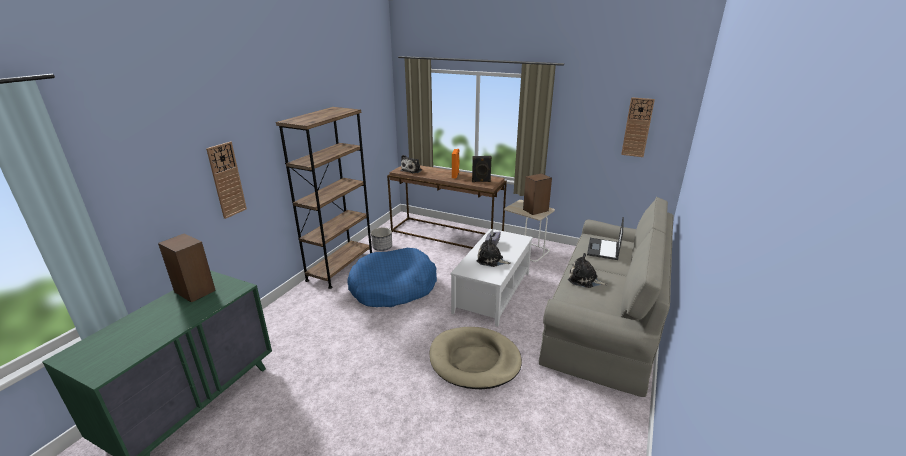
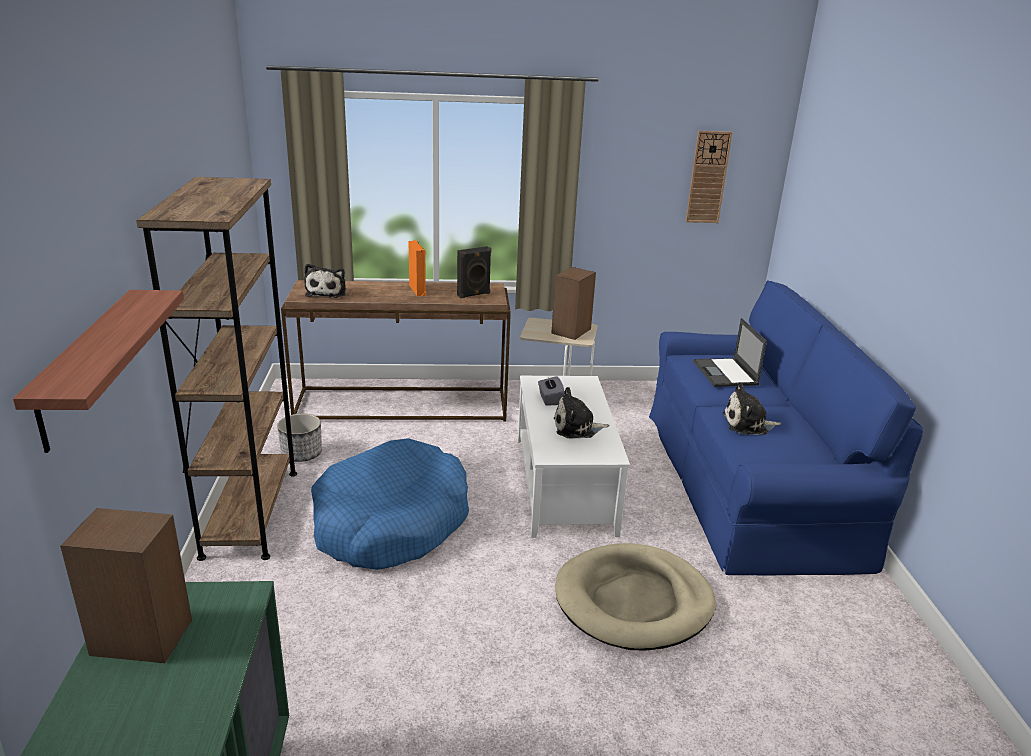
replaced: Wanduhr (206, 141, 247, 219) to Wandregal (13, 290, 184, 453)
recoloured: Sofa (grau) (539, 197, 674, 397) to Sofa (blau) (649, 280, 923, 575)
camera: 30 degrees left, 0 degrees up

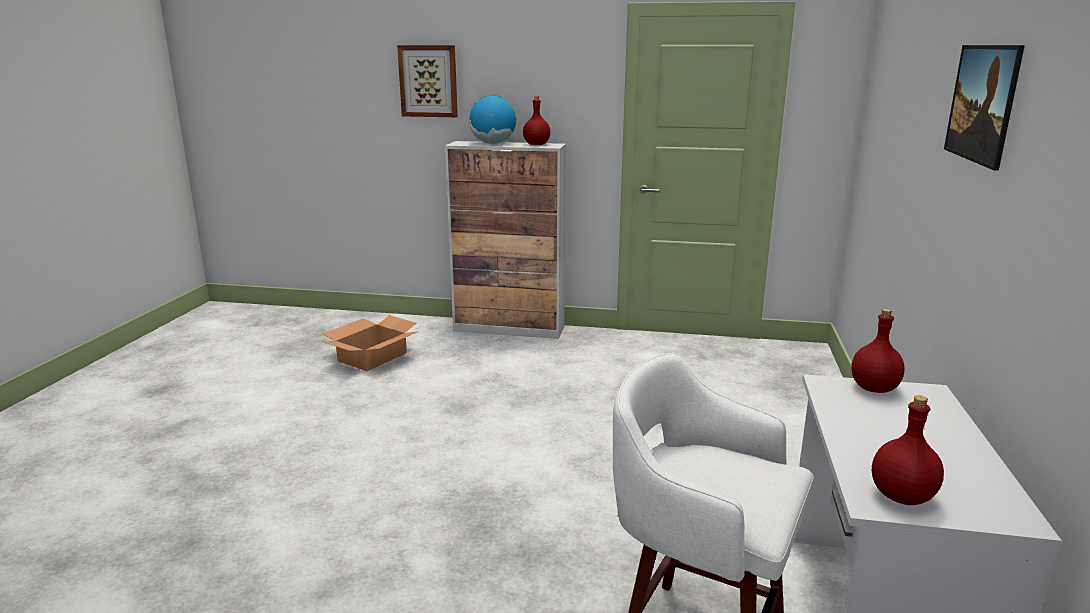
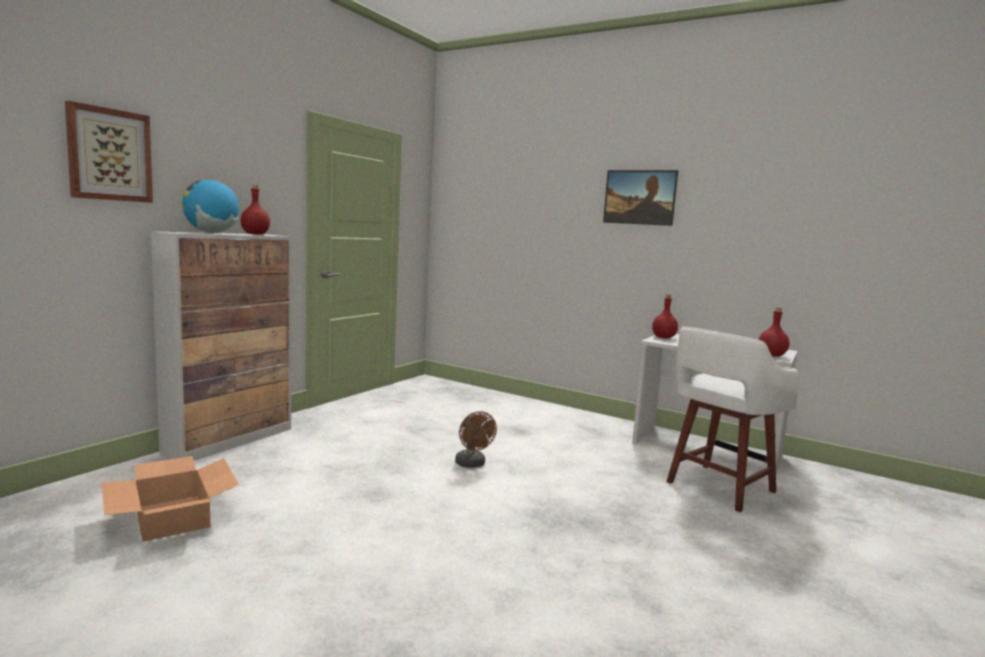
added: Ventilator (braun) (455, 411, 497, 468)
camera: 70 degrees left, 10 degrees down

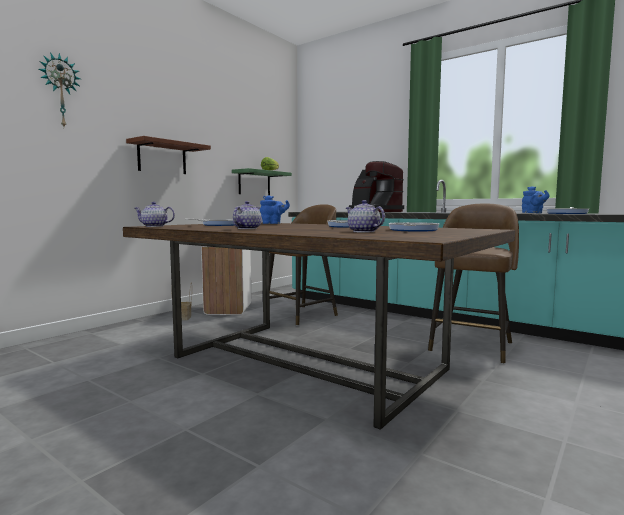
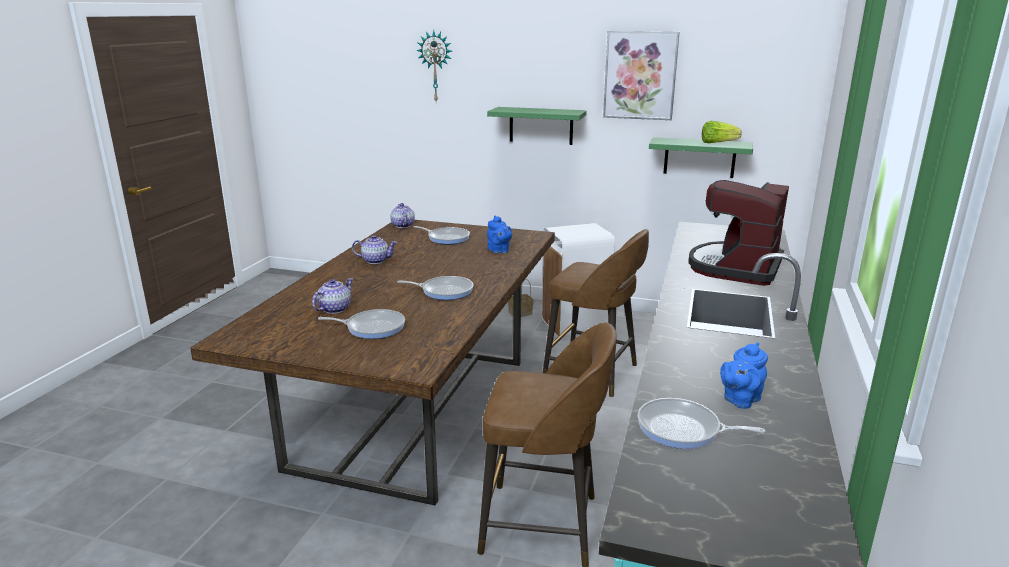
added: Bild (603, 31, 680, 120)
recoloured: Wandregal (braun) (126, 136, 211, 174) to Wandregal (grün) (487, 107, 586, 145)
camera: 70 degrees right, 15 degrees up

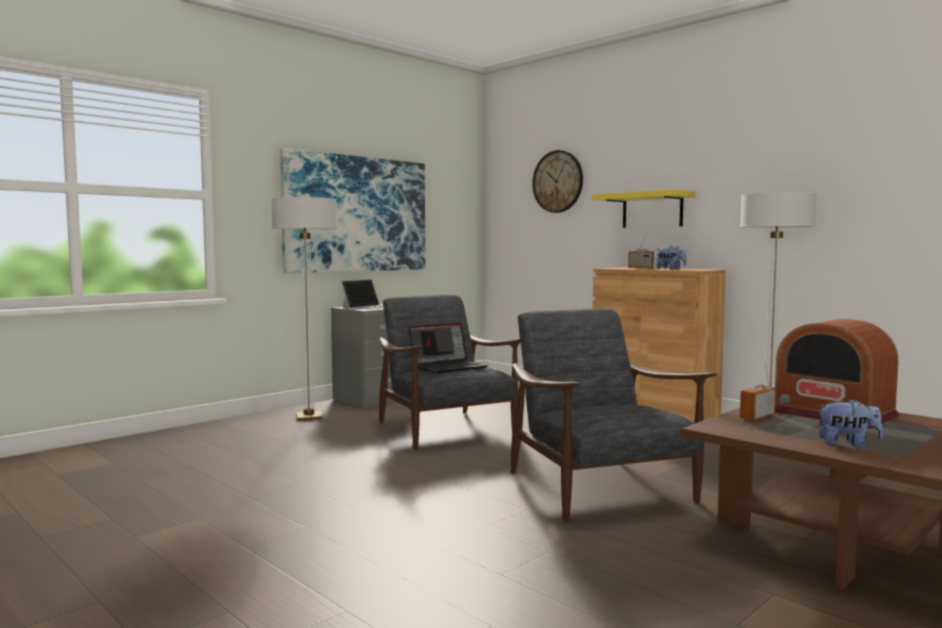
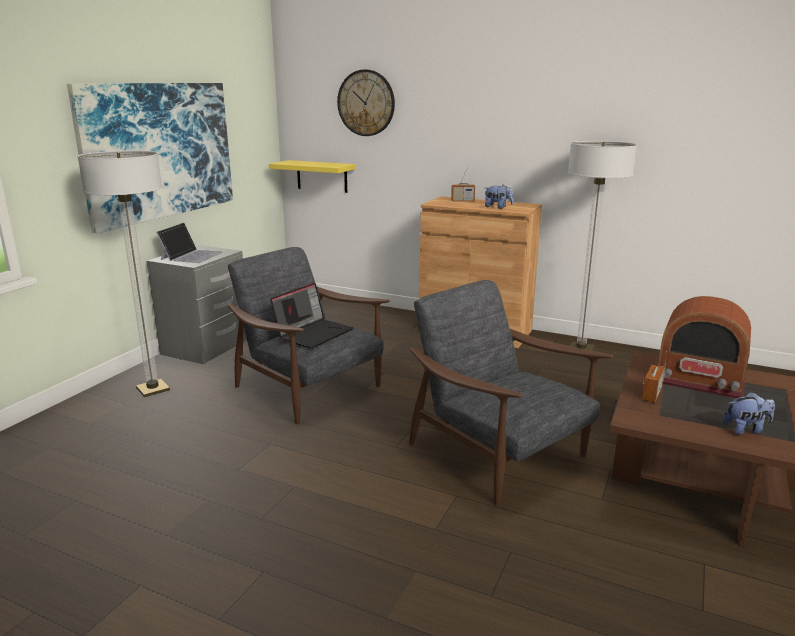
moved: Wandregal (gelb) (592, 189, 695, 228) to (269, 160, 356, 193)
camera: 20 degrees left, 15 degrees up

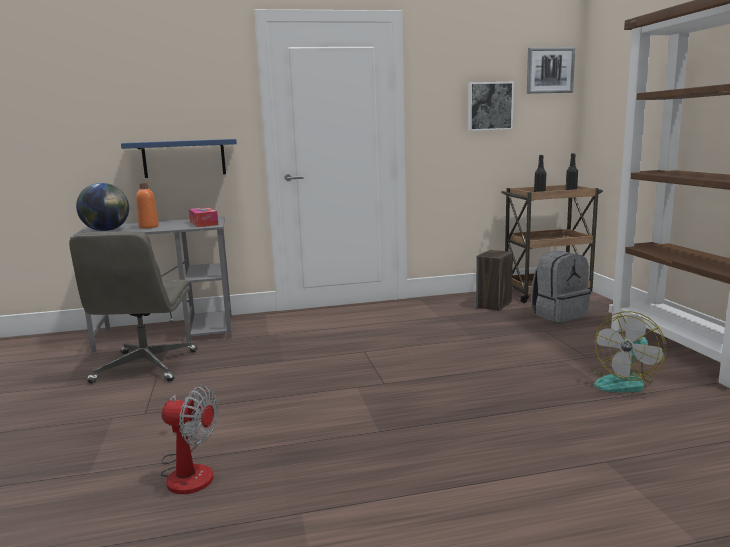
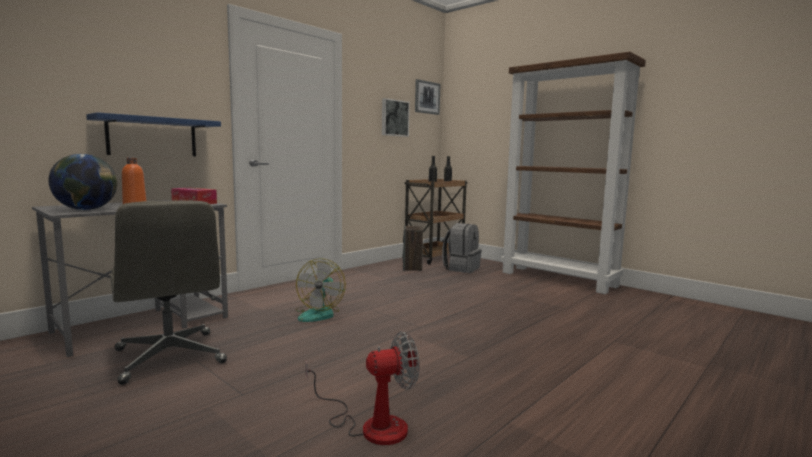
moved: Ventilator (591, 311, 667, 393) to (295, 258, 346, 322)
camera: 35 degrees left, 5 degrees down

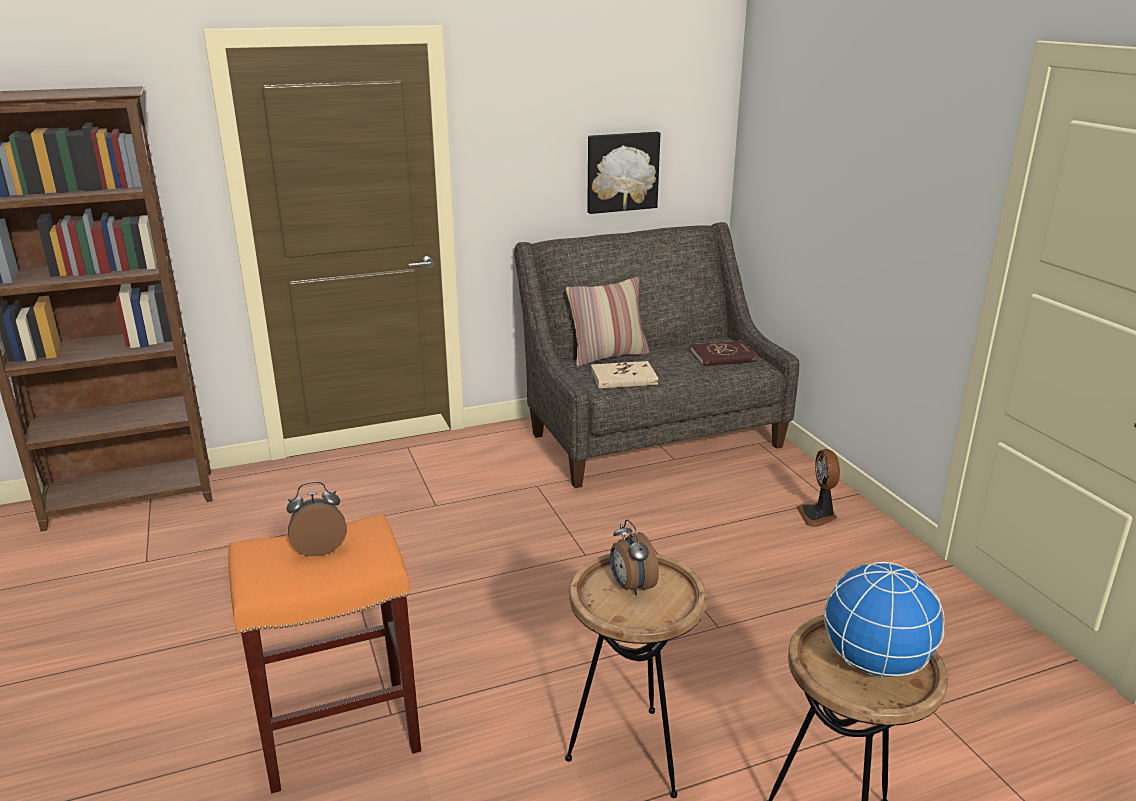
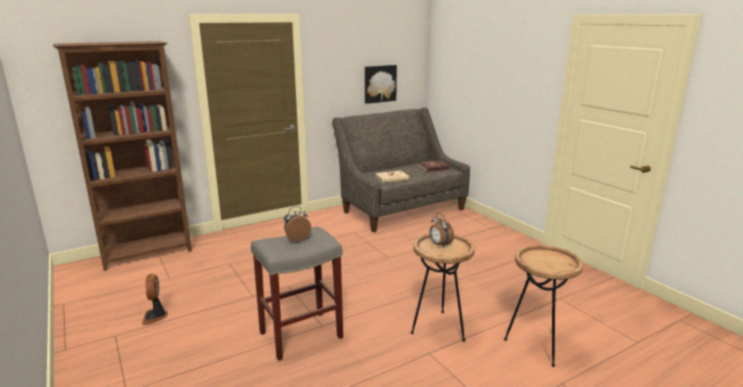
removed: Kissen (566, 277, 649, 366); Globus (824, 562, 945, 678)
moved: Ventilator (796, 449, 840, 527) to (142, 274, 168, 325)
recoloured: Hocker (orange) (228, 514, 421, 793) to Hocker (grau) (251, 226, 343, 361)
camera: 10 degrees left, 5 degrees down

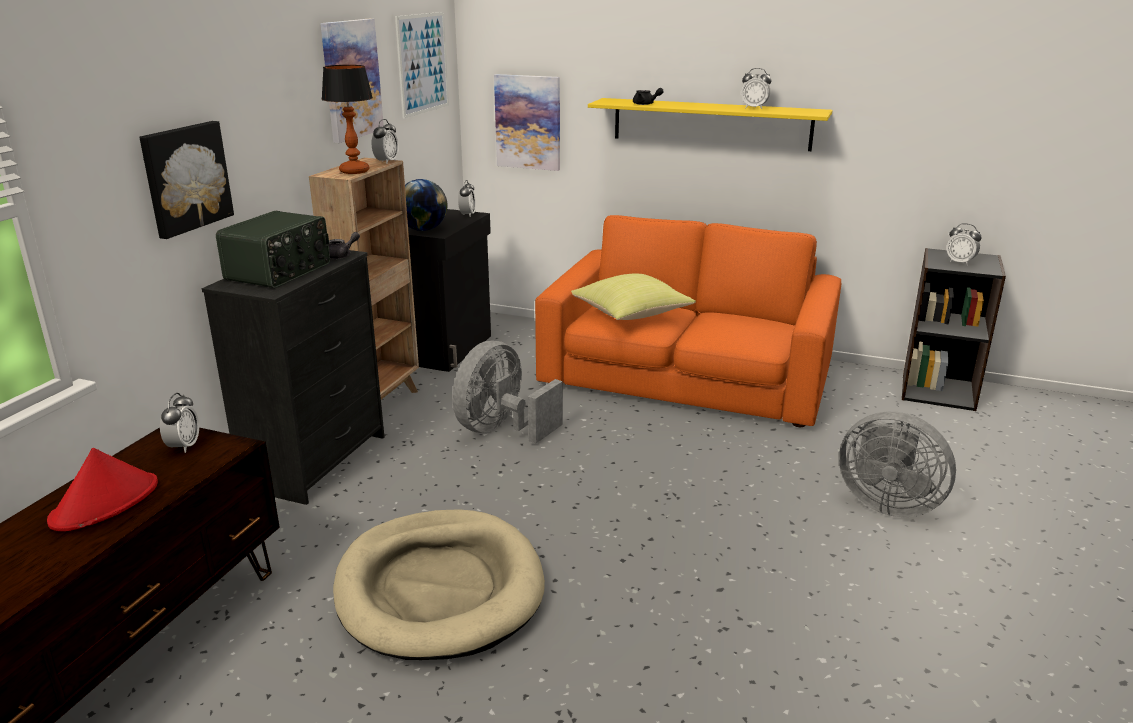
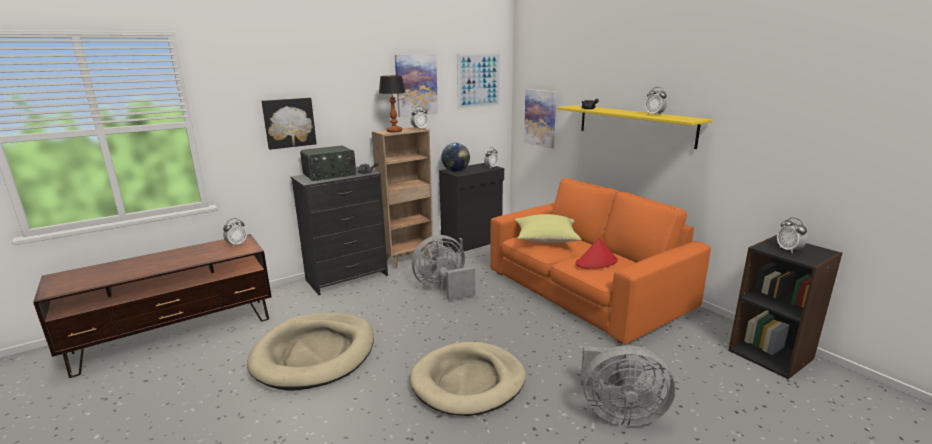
added: Hundebett (beige) (410, 342, 526, 416)
moved: Hut (rot) (47, 448, 158, 531) to (576, 238, 618, 269)
turned: Ventilator (grau) (839, 412, 956, 517) = (581, 345, 675, 426) 60 degrees counterclockwise
camera: 35 degrees right, 5 degrees down

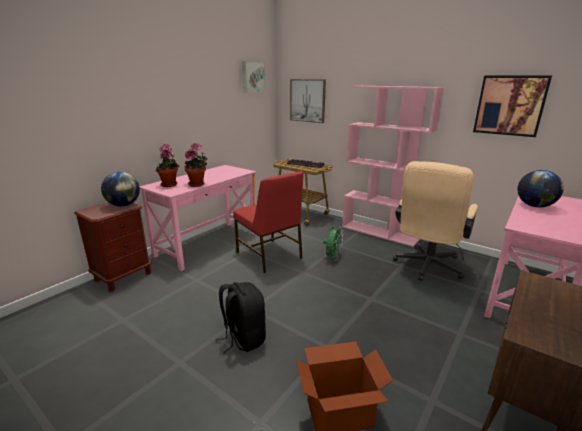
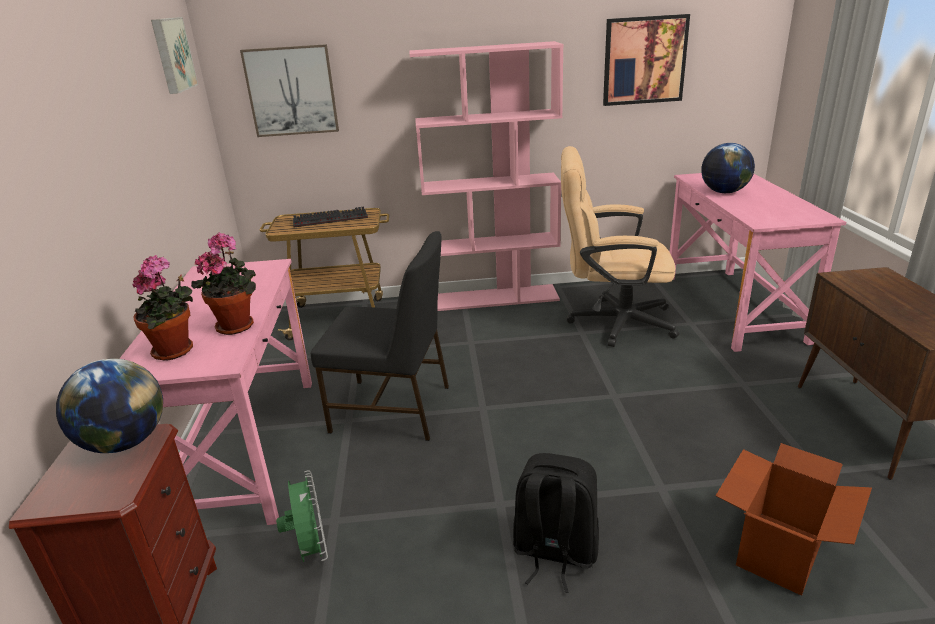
moved: Ventilator (grün) (323, 226, 343, 261) to (276, 471, 328, 562)
recoloured: Stuhl (rot) (233, 172, 304, 273) to Stuhl (schwarz) (311, 231, 449, 441)
turned: Bürostuhl (beige) (393, 161, 478, 281) = (561, 146, 679, 347) 105 degrees clockwise
camera: 40 degrees left, 5 degrees up

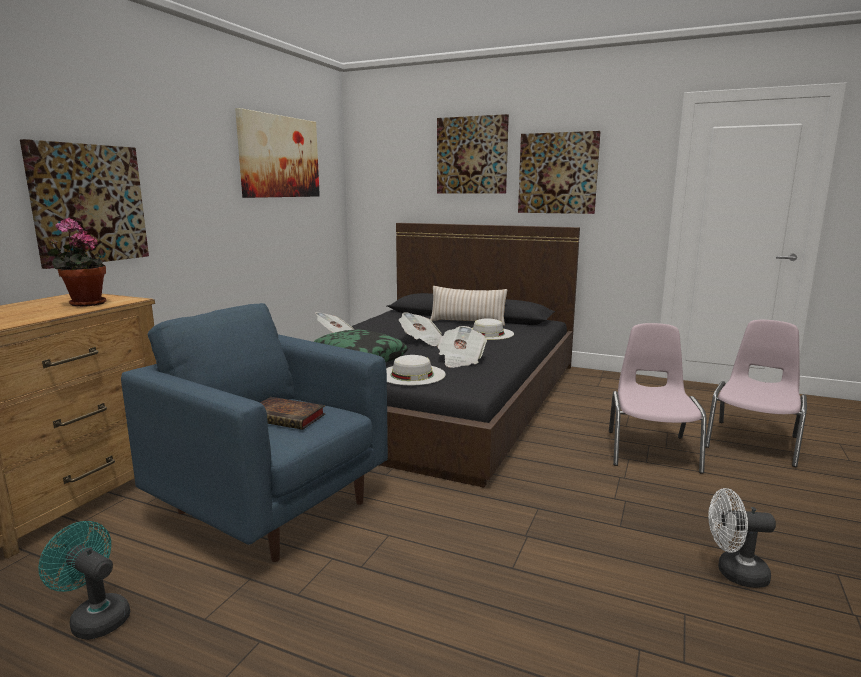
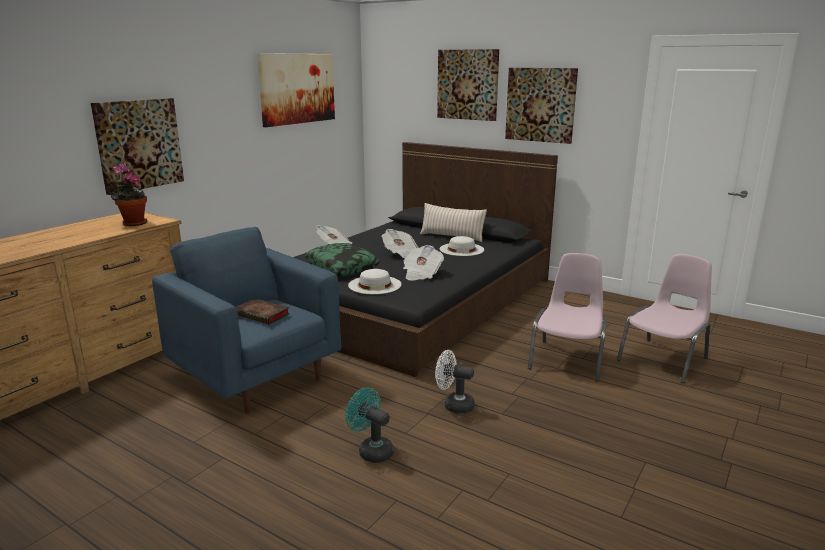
moved: Ventilator (weiß) (708, 488, 776, 588) to (435, 350, 475, 414); Ventilator (türkis) (38, 521, 130, 640) to (345, 387, 394, 463)
camera: 10 degrees right, 5 degrees up

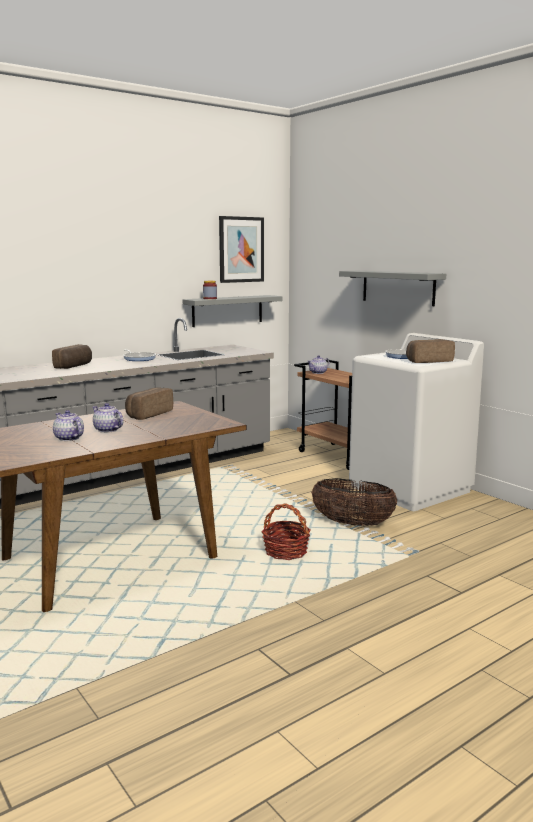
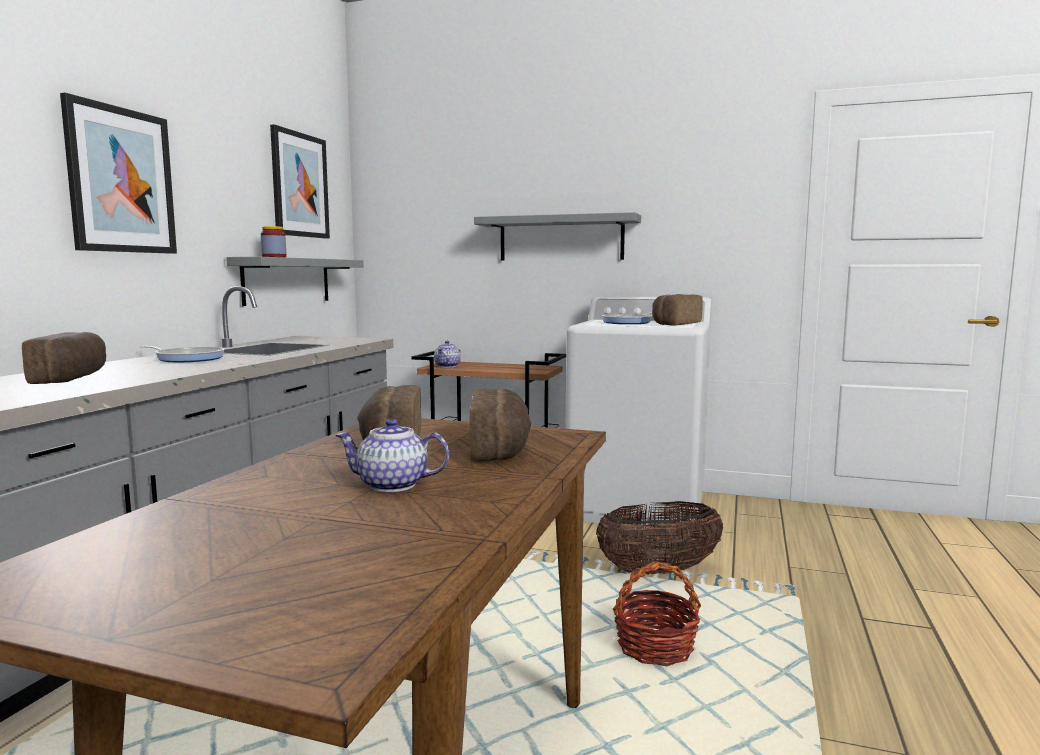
removed: Teekanne (53, 410, 84, 441)
added: Bild (60, 93, 177, 254); Brot (470, 388, 531, 462)
camera: 35 degrees left, 5 degrees down

